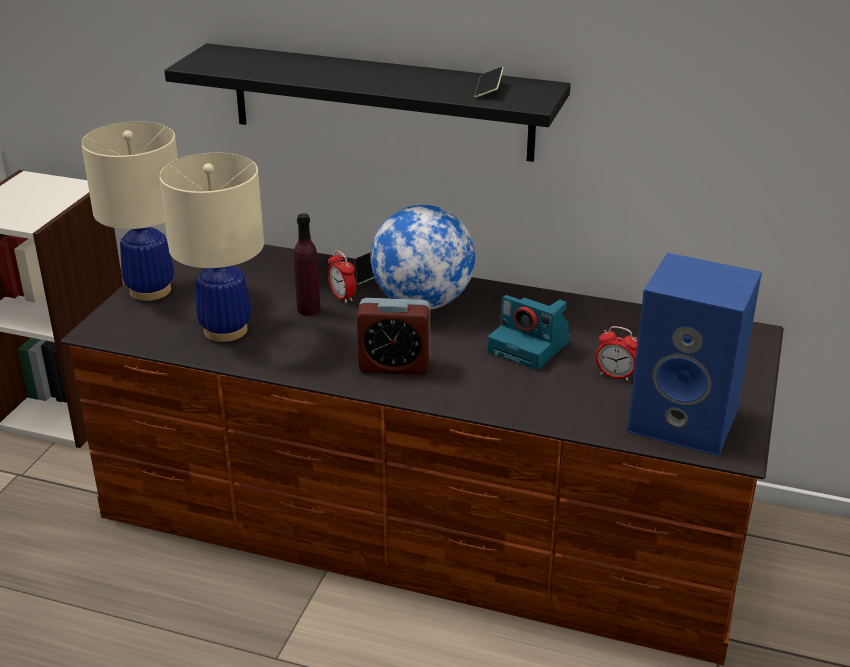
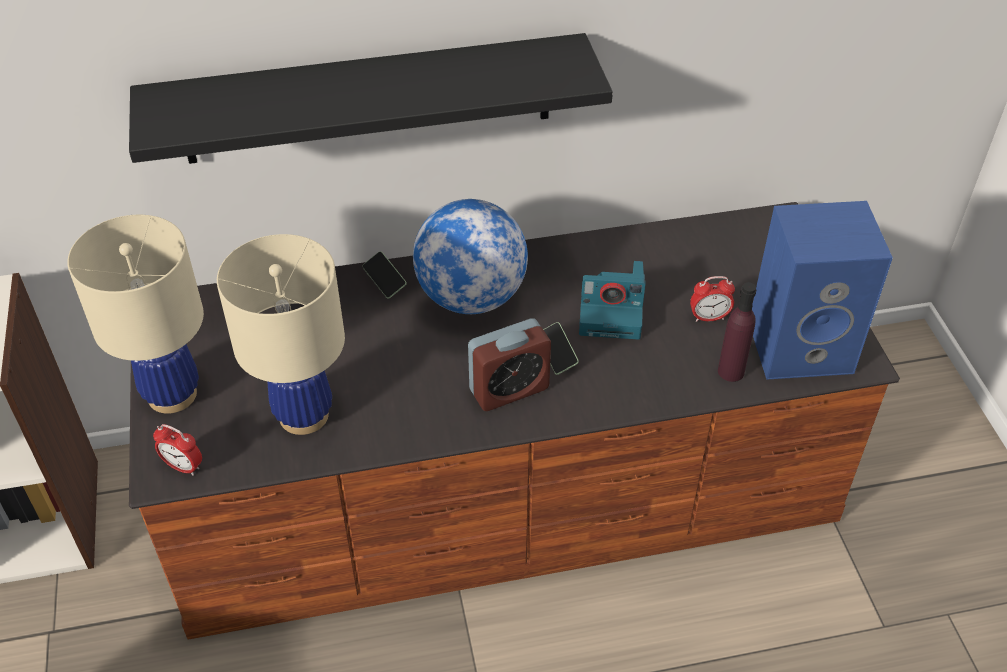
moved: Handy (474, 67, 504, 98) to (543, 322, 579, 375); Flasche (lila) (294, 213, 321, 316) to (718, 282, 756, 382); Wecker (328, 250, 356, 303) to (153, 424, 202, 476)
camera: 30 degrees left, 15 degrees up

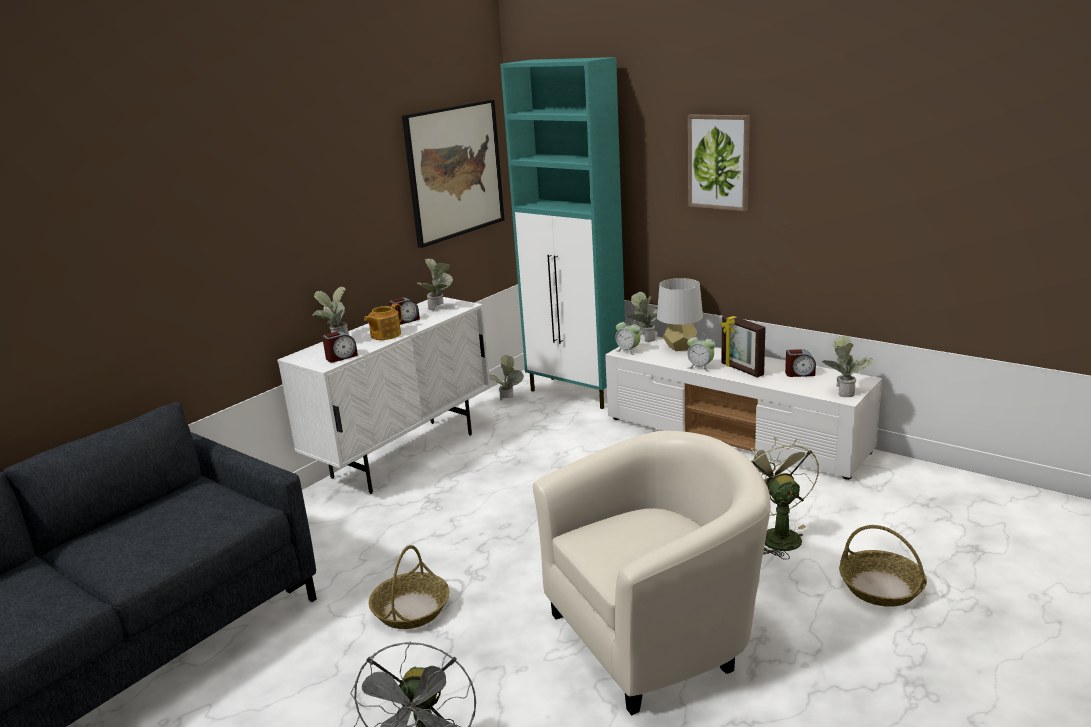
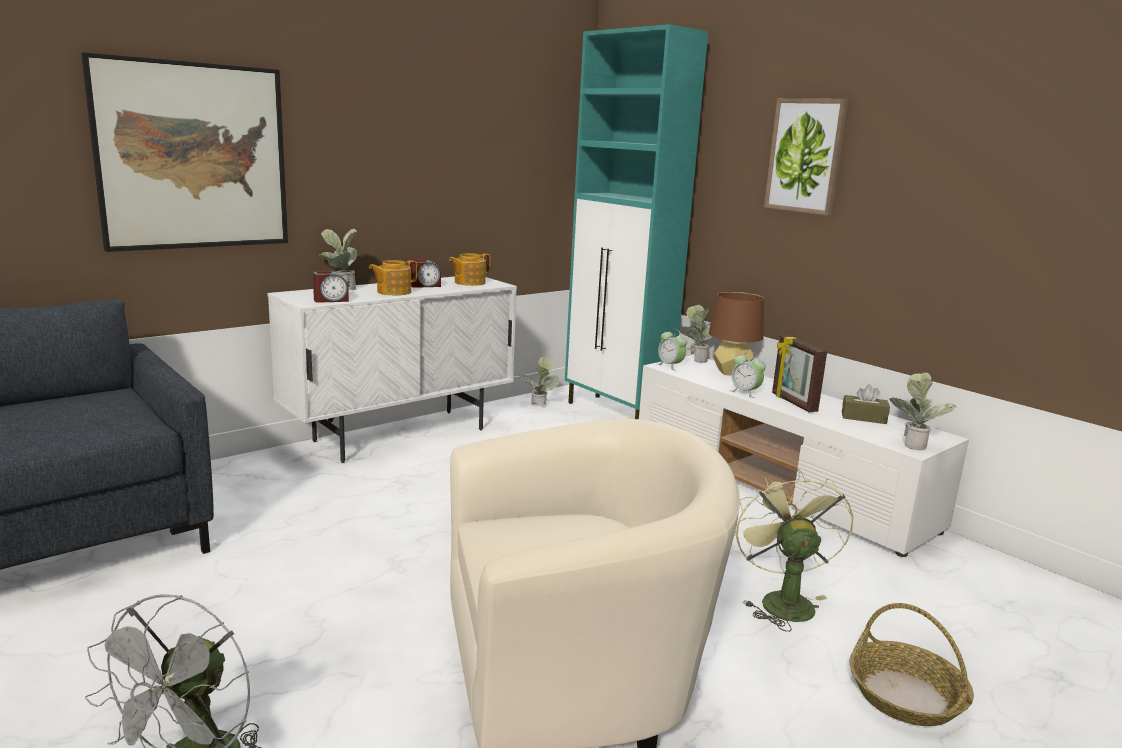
removed: Korb (369, 545, 449, 629)
moved: Bild (402, 100, 504, 248) to (81, 52, 288, 252)
replaced: Topfpflanze (416, 259, 453, 310) to Teekanne (449, 253, 491, 286); Wecker (785, 349, 816, 377) to Taschentuchbox (braun) (842, 384, 890, 424)
recoloured: Tischlampe (grau) (657, 278, 703, 351) to Tischlampe (braun) (709, 292, 764, 376)
camera: 10 degrees right, 5 degrees down

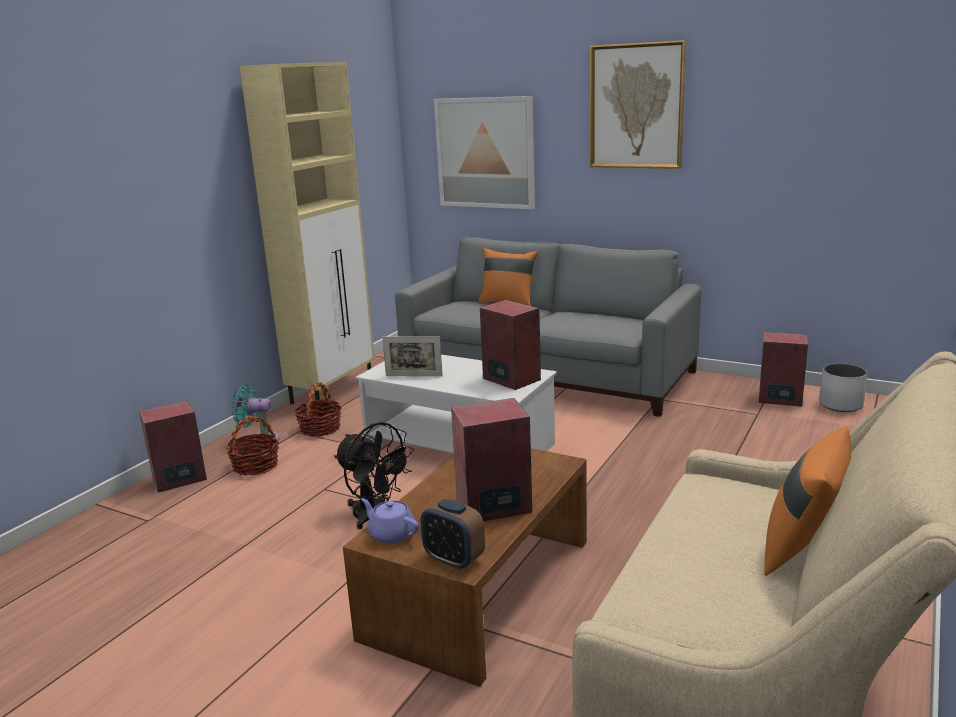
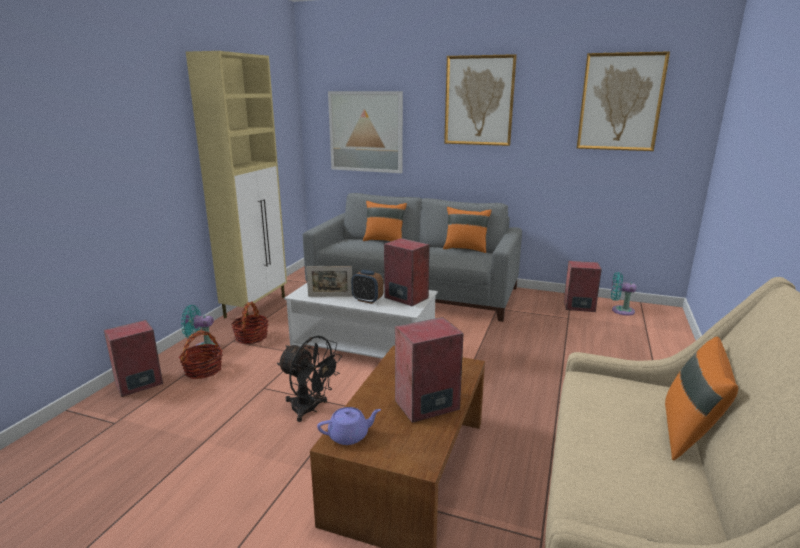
added: Bild (577, 51, 670, 151); Kissen (orange) (443, 207, 492, 253)
moved: Wecker (421, 499, 485, 570) to (351, 270, 383, 304)
replaced: Pflanzkübel (weiß) (819, 363, 867, 412) to Ventilator (türkis) (611, 272, 637, 316)
turned: Teekanne (lila) (361, 498, 419, 544) = (317, 407, 381, 445) 135 degrees clockwise
camera: 10 degrees left, 0 degrees up

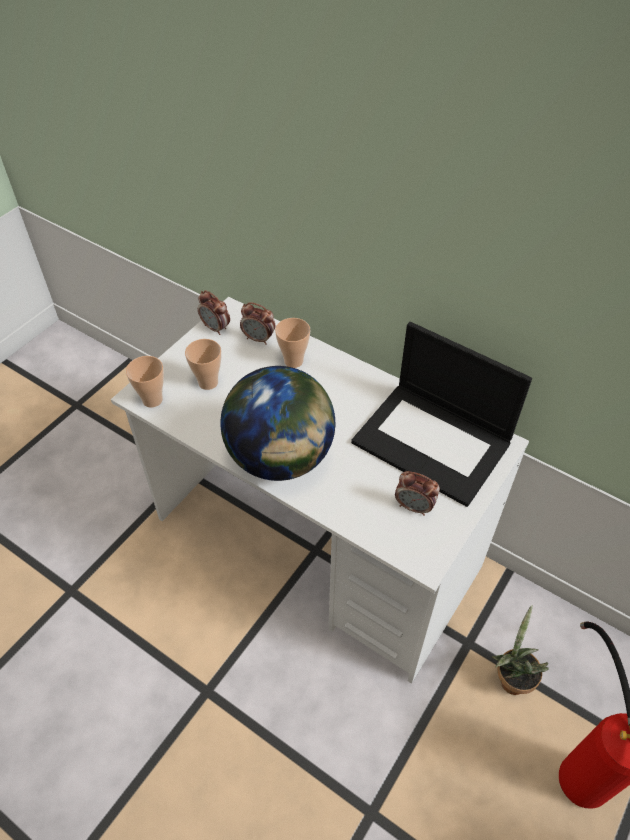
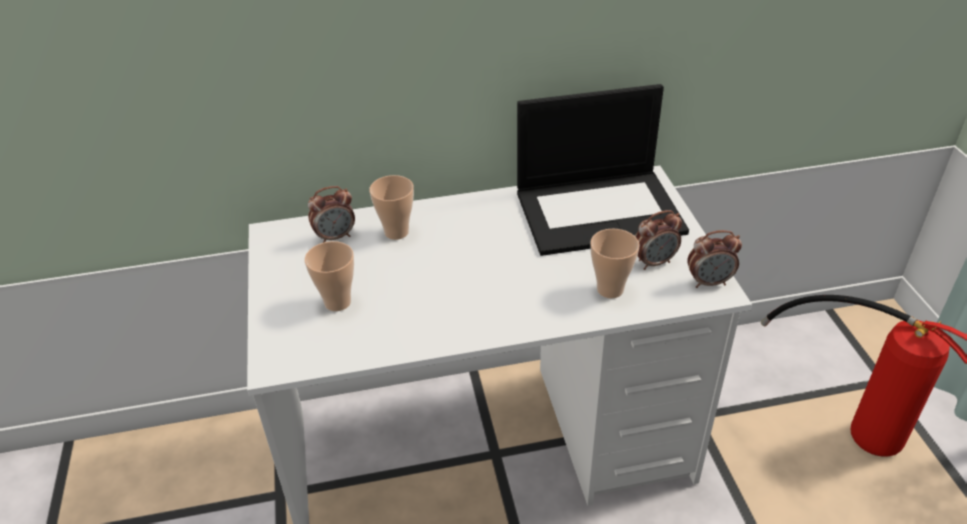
removed: Globus (220, 366, 335, 481); Topfpflanze (491, 605, 549, 695)
moved: Wecker (198, 290, 230, 335) to (687, 230, 742, 288); Tasse (126, 356, 164, 408) to (590, 229, 639, 298)
camera: 45 degrees left, 10 degrees down

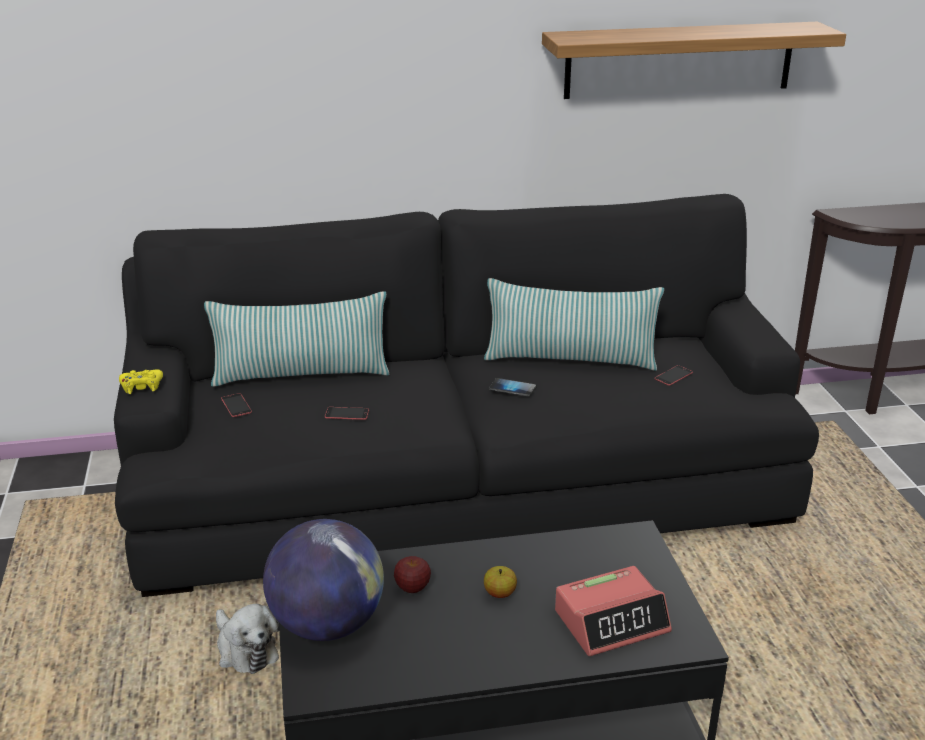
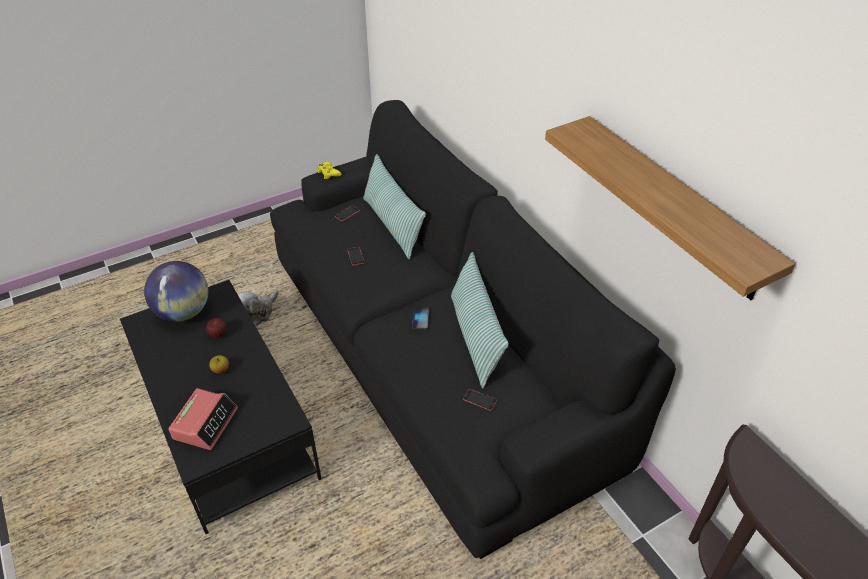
turned: Wecker (555, 566, 672, 656) = (168, 388, 238, 450) 120 degrees counterclockwise
camera: 70 degrees right, 15 degrees up

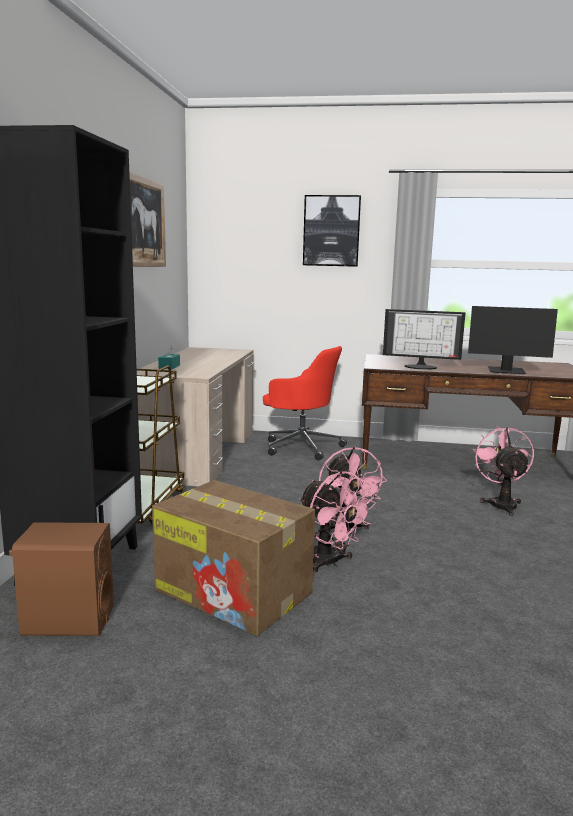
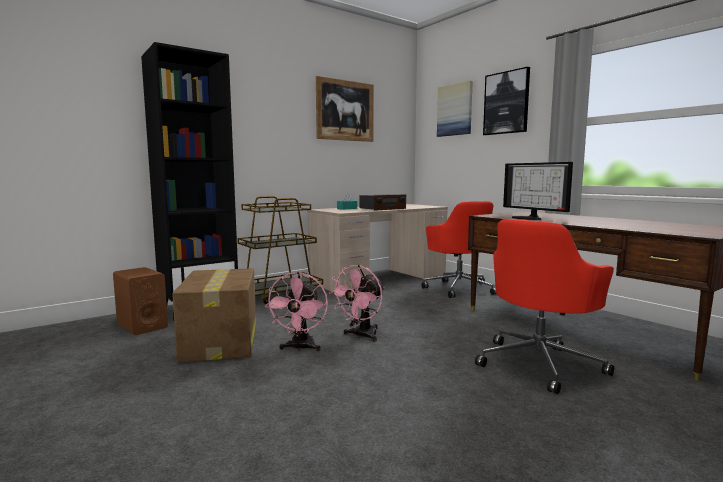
removed: Monitor (468, 306, 558, 374)
added: Bild (437, 81, 473, 137); Radio (359, 194, 406, 211)
replaced: Ventilator (rosa) (473, 426, 534, 516) to Bürostuhl (rot) (475, 219, 614, 394)
camera: 45 degrees right, 5 degrees down

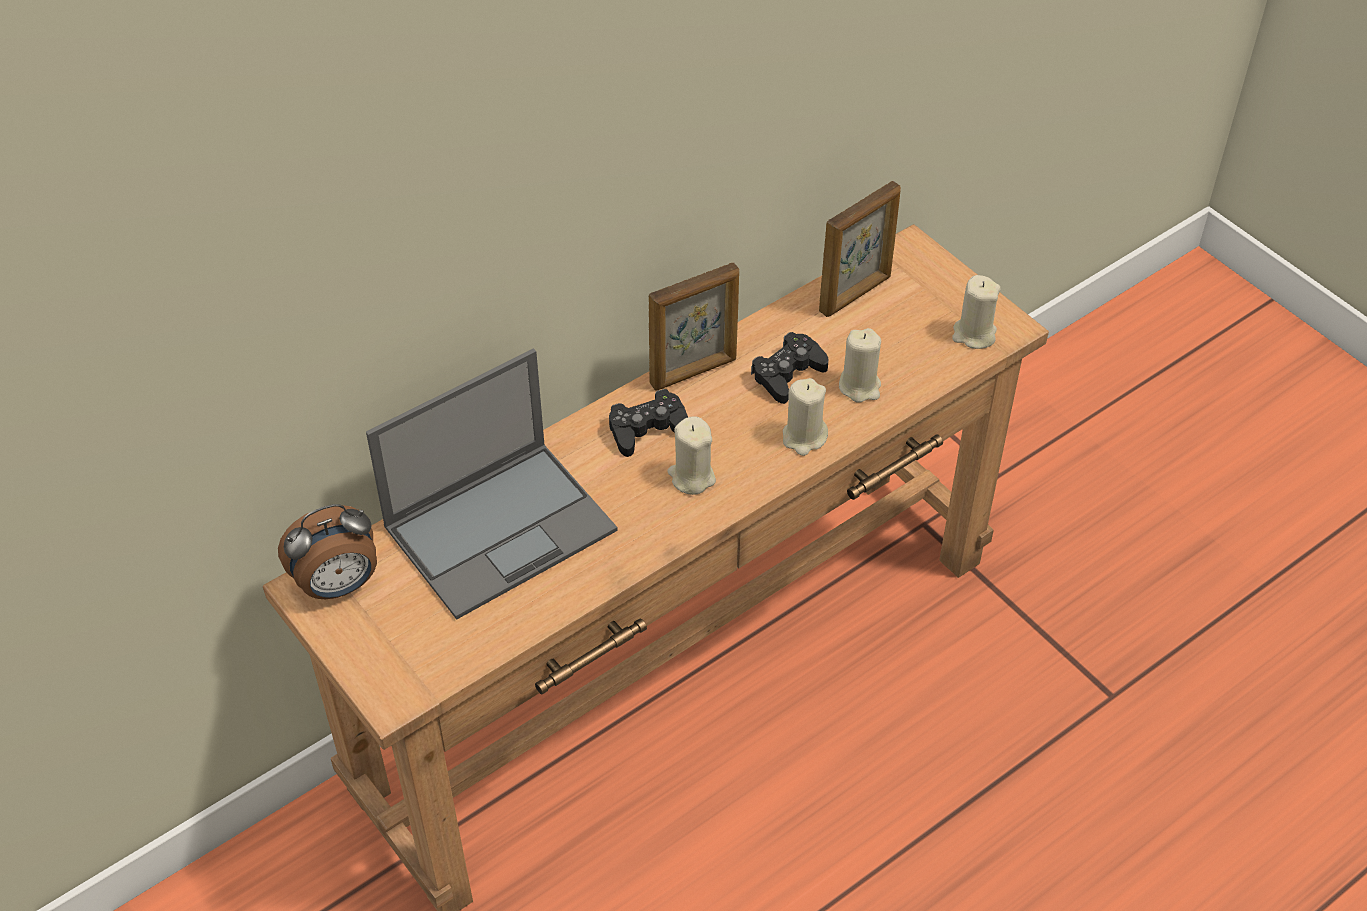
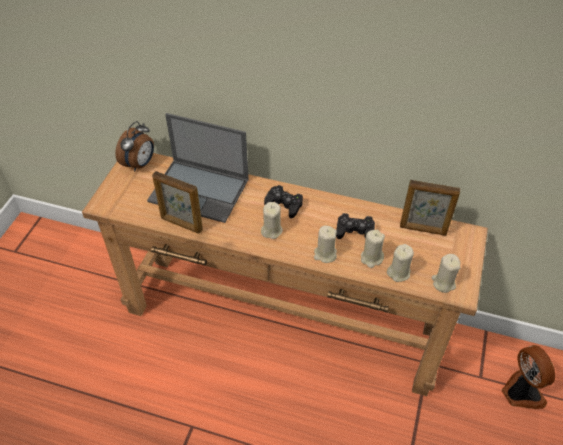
added: Kerze (beige) (387, 244, 414, 282); Ventilator (502, 345, 555, 409)
moved: Bilderrahmen (649, 263, 739, 390) to (152, 171, 203, 234)
turned: Wecker (278, 504, 377, 599) = (115, 121, 154, 171) 90 degrees counterclockwise
camera: 55 degrees right, 0 degrees up

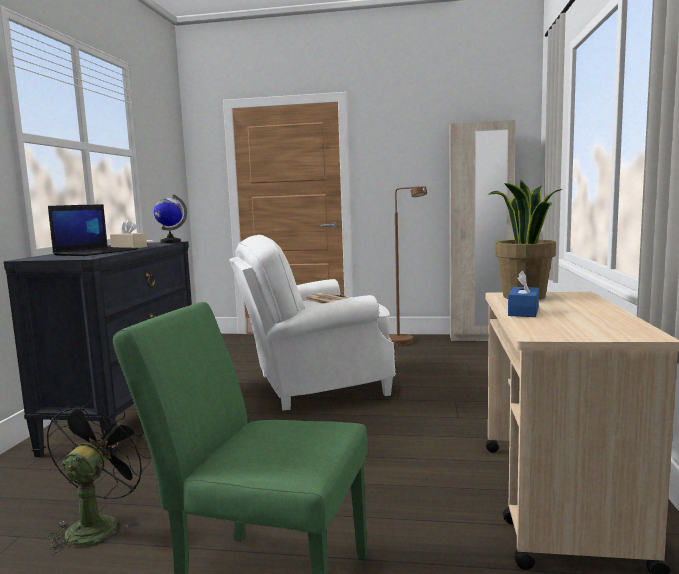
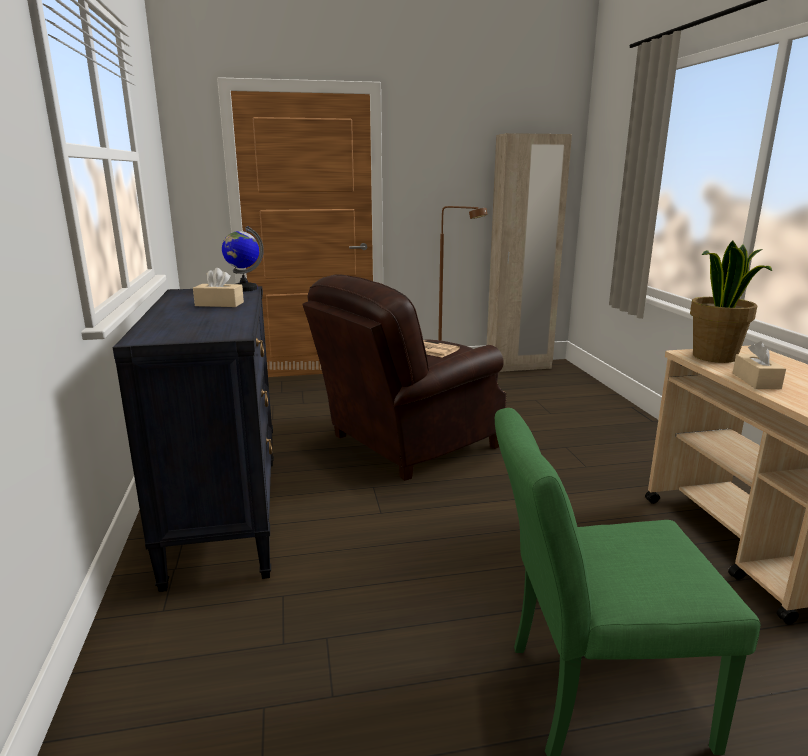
removed: Laptop (48, 204, 138, 256); Ventilator (schwarz) (46, 398, 151, 554)
recoloured: Sessel (weiß) (229, 235, 396, 410) to Sessel (braun) (302, 274, 507, 481); Taschentuchbox (blau) (508, 271, 539, 317) to Taschentuchbox (beige) (733, 341, 786, 389)
camera: 20 degrees left, 10 degrees up

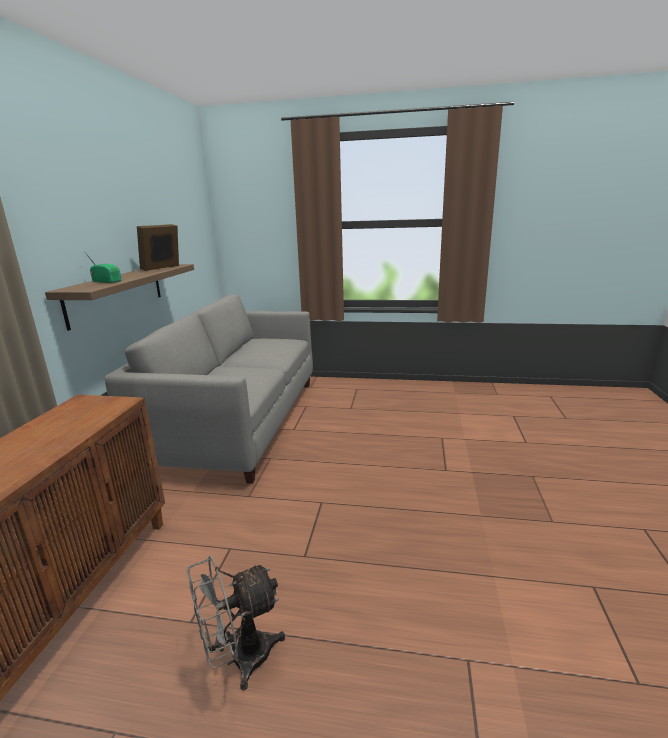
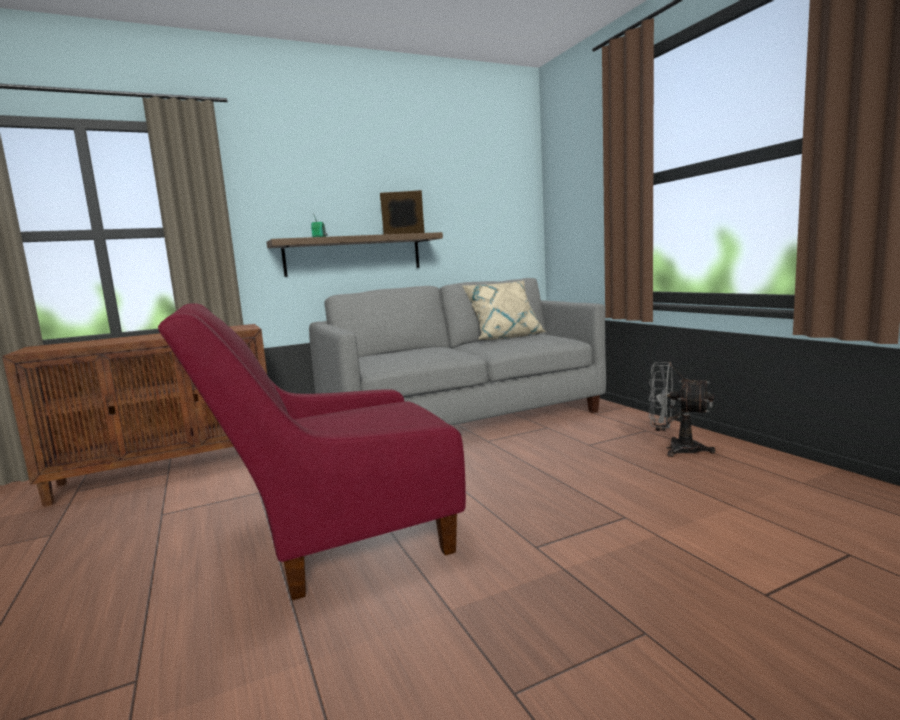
added: Kissen (beige) (462, 281, 546, 340); Sessel (rot) (158, 303, 466, 601)
moved: Ventilator (grau) (187, 555, 285, 690) to (648, 362, 715, 457)
camera: 55 degrees right, 10 degrees down

